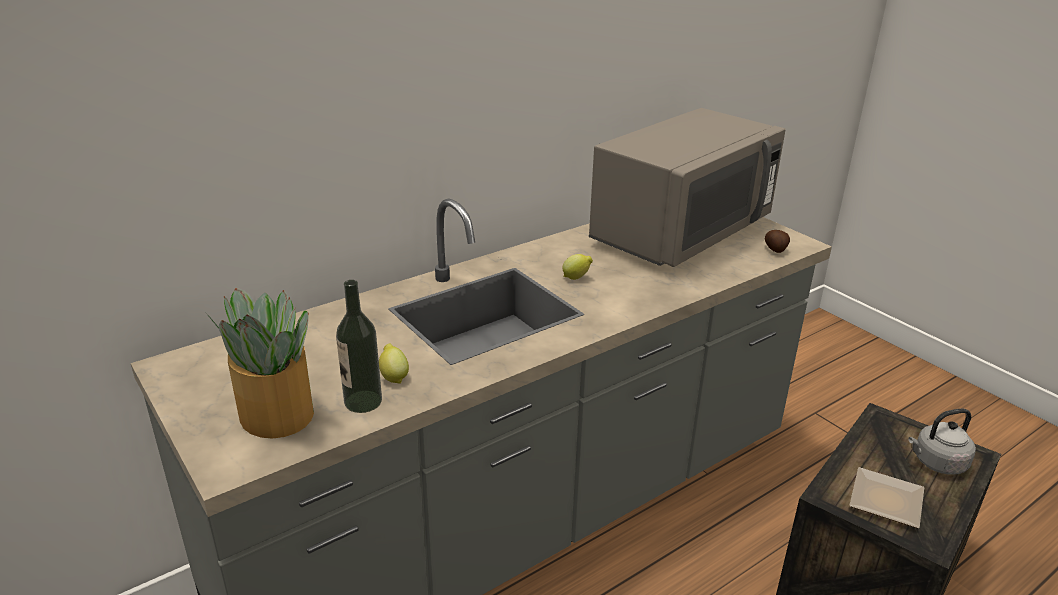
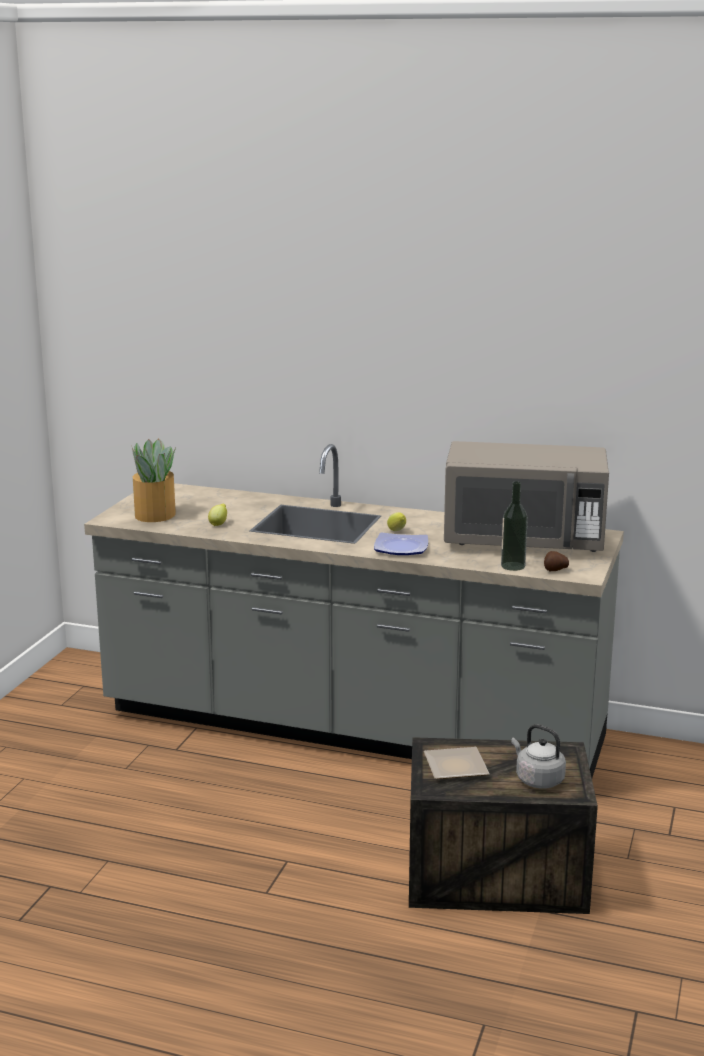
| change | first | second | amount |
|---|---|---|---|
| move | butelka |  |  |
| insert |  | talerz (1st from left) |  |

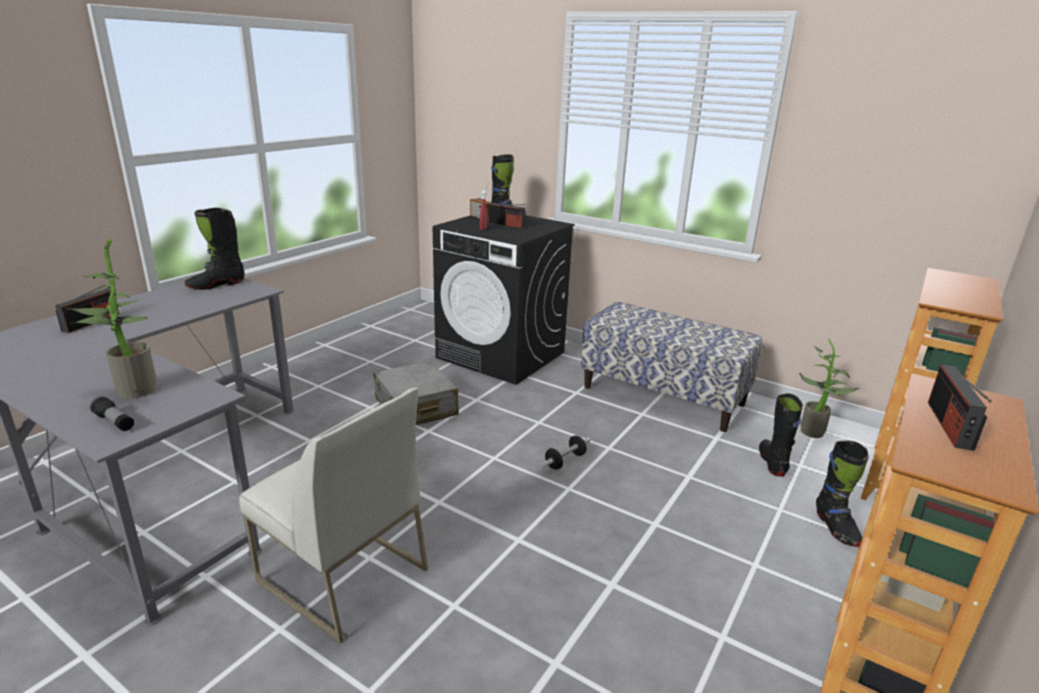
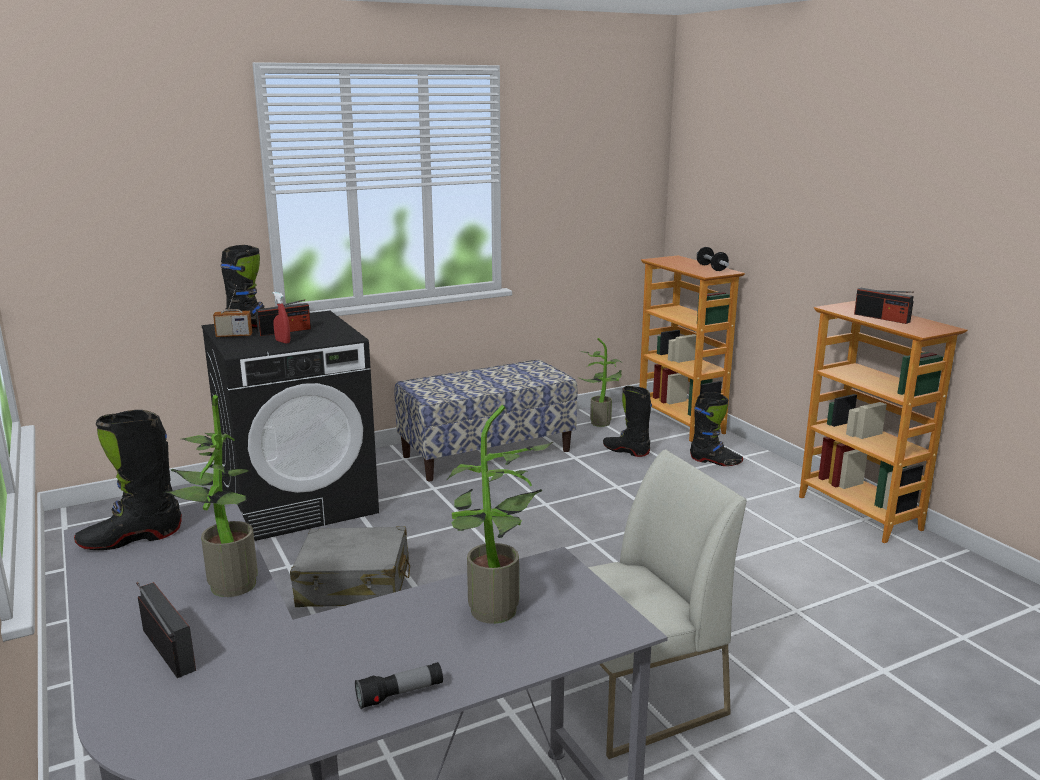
| change | first | second | amount |
|---|---|---|---|
| move | latarka |  |  |
| rotate | but z cholewką (czarny) (1st from left) |  | 75 degrees clockwise |
| move | hantel |  |  |
| insert |  | roślina doniczkowa (1st from left) |  |

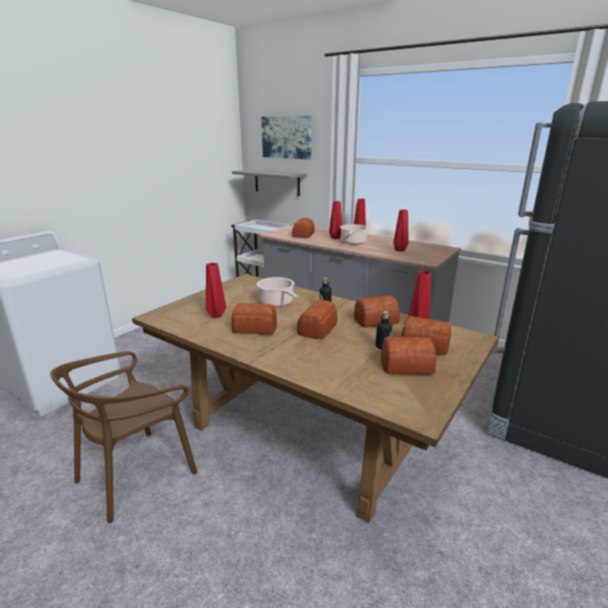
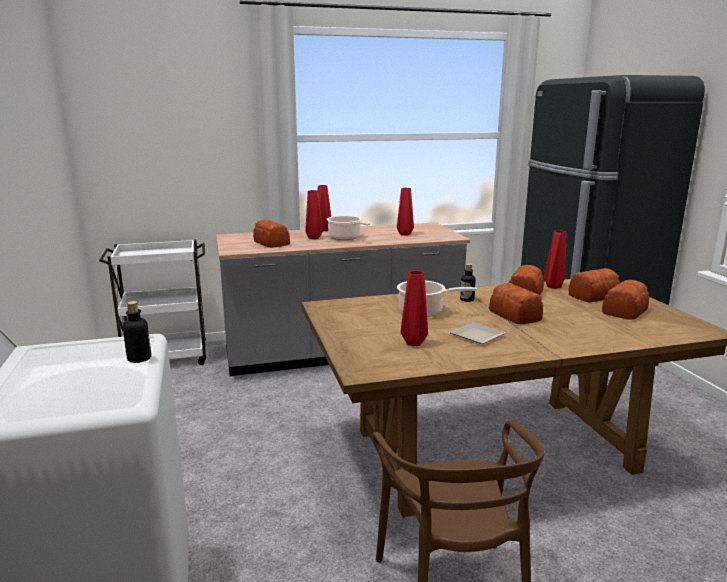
| change | first | second | amount |
|---|---|---|---|
| delete | półka (szary) |  |  |
| replace | chleb (1st from left) | talerz |  |
| delete | obraz |  |  |
| move | butelka (2nd from left in the first image) | butelka (1st from left) |  |

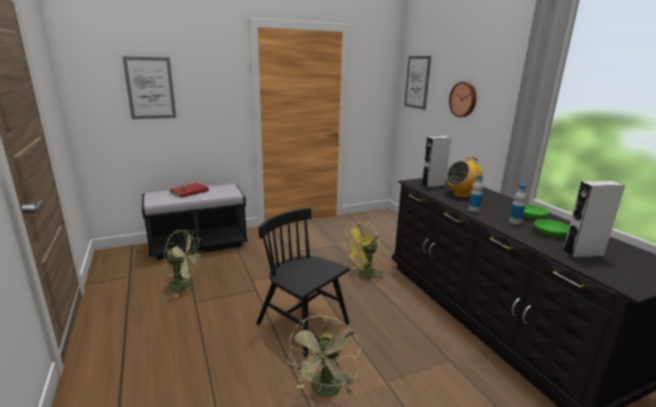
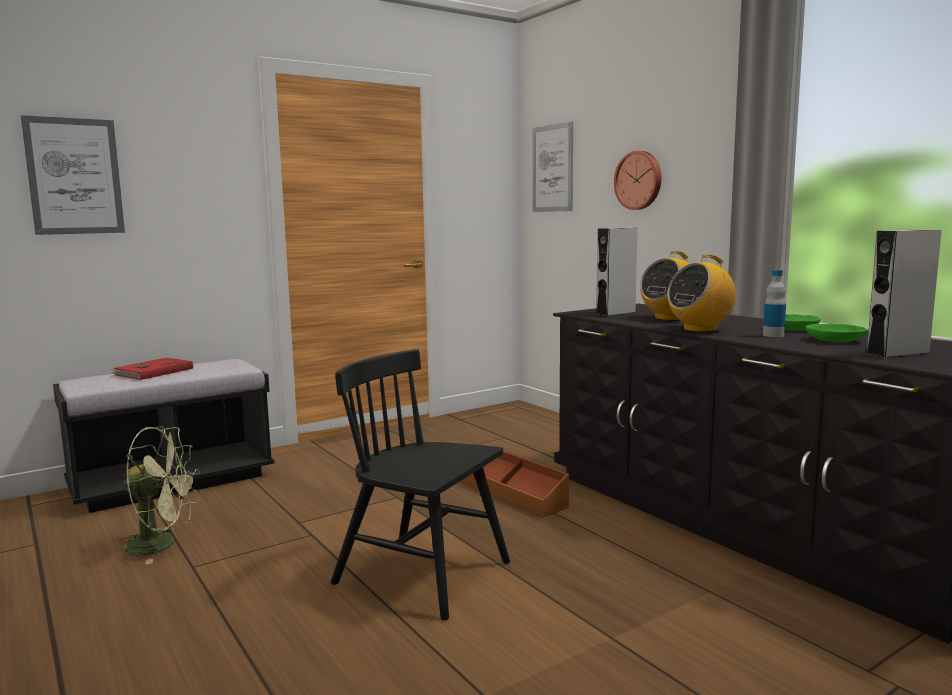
| change | first | second | amount |
|---|---|---|---|
| delete | wentylator (zielony) (2nd from left) |  |  |
| replace | wentylator (żółty) | pojemnik do przechowywania (brązowy) |  |
| replace | butelka (1st from left) | radio (2nd from left) |  |

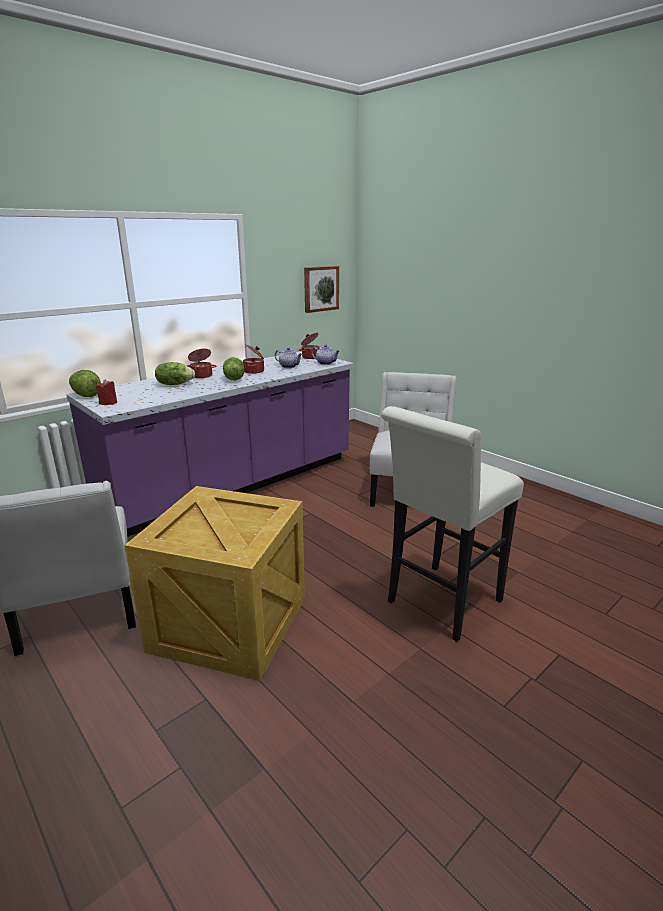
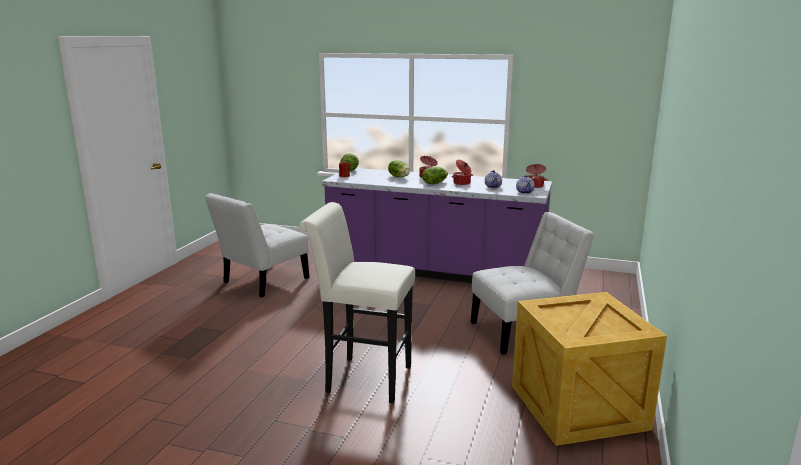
| change | first | second | amount |
|---|---|---|---|
| move | skrzynka |  |  |
| delete | obraz |  |  |

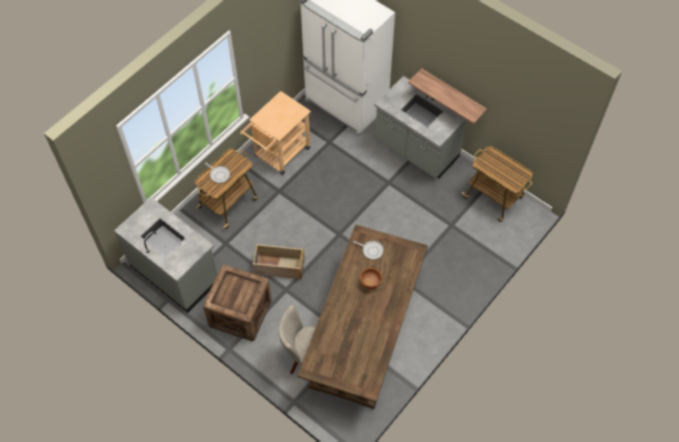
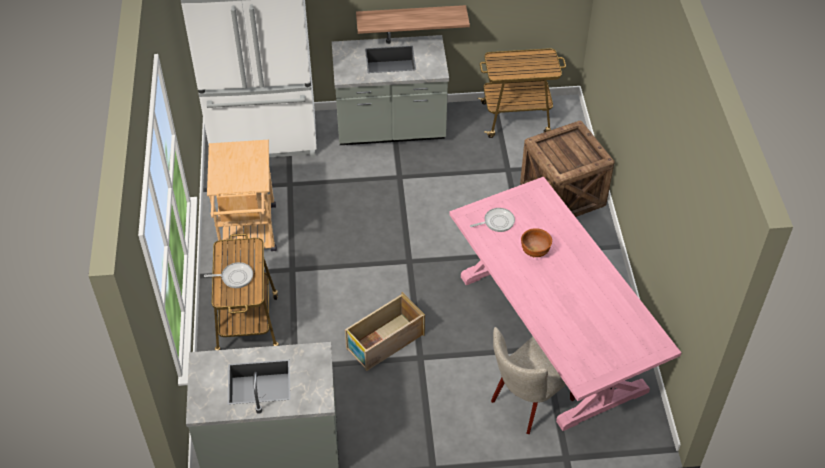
| change | first | second | amount |
|---|---|---|---|
| move | skrzynka (1st from left in the first image) | skrzynka (2nd from left) |  |
| recolor | stół jadalny (brązowy) | stół jadalny (różowy) |  |

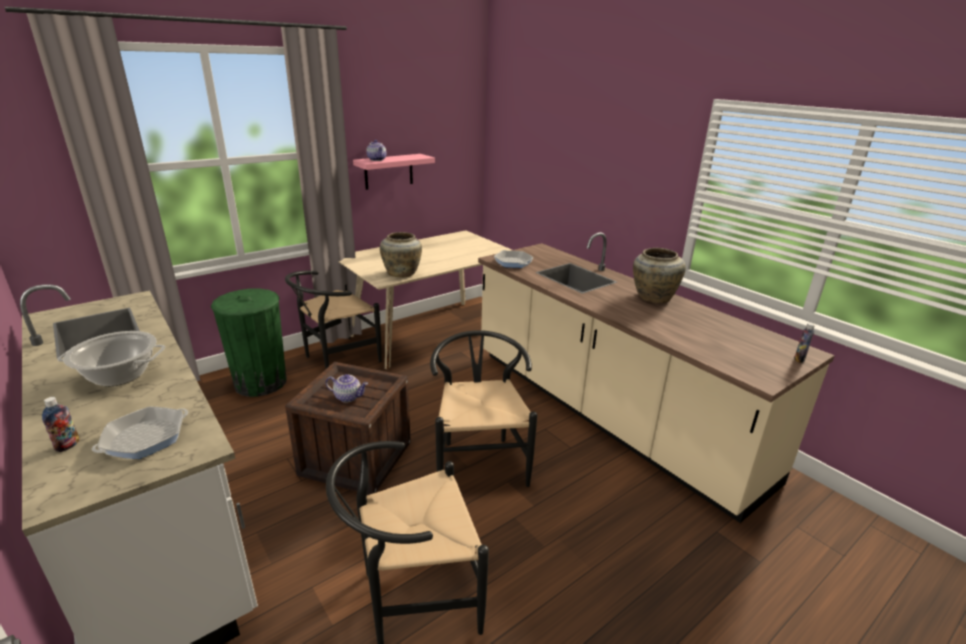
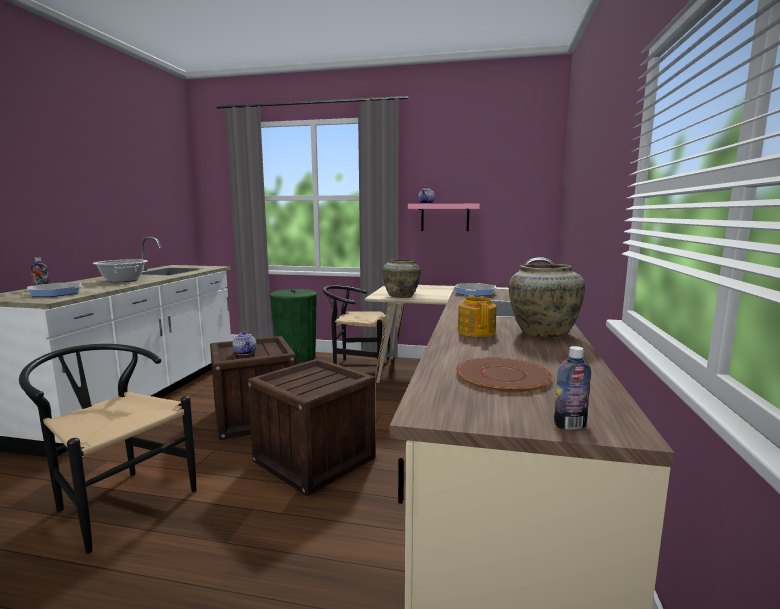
| change | first | second | amount |
|---|---|---|---|
| replace | krzesło (czarny) (3rd from left) | skrzynka (2nd from left) |  |
| insert |  | talerz (brązowy) |  |
| insert |  | imbryk (3rd from left) |  |

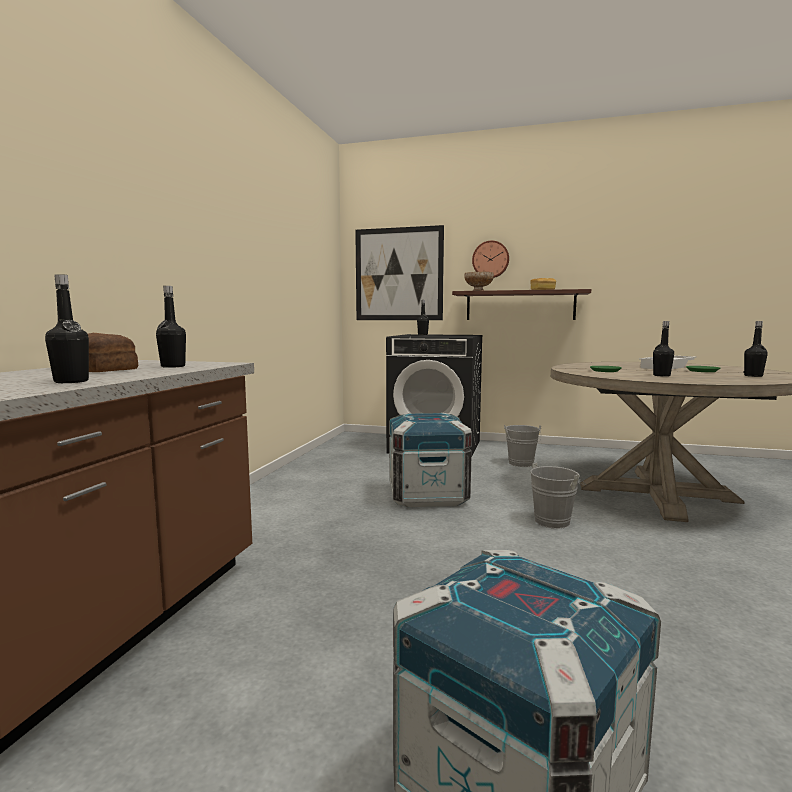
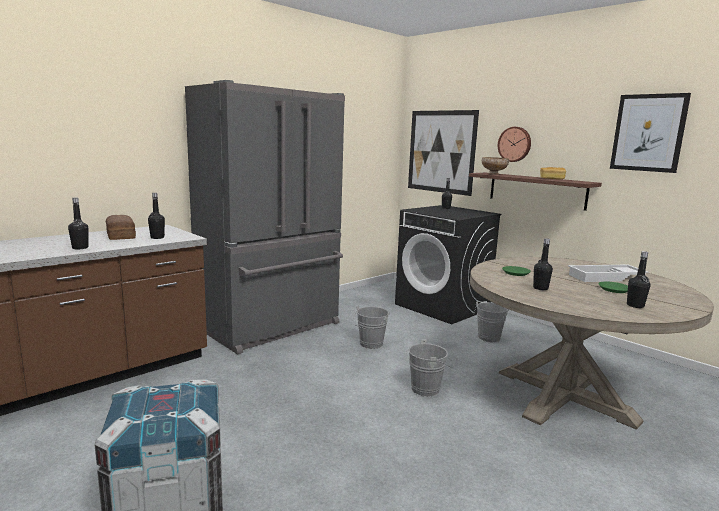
| change | first | second | amount |
|---|---|---|---|
| replace | skrzynka (1st from left) | wiadro (szary) (1st from left) |  |
| insert |  | lodówka (szary) |  |
| insert |  | obraz (2nd from left) |  |

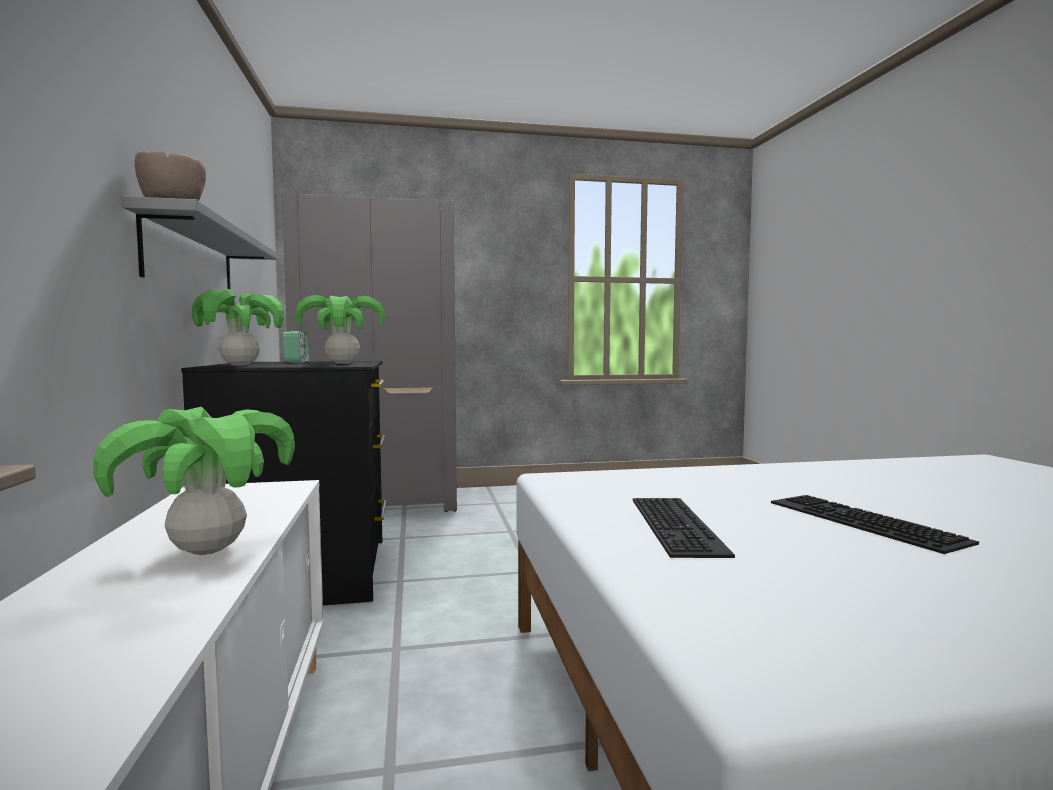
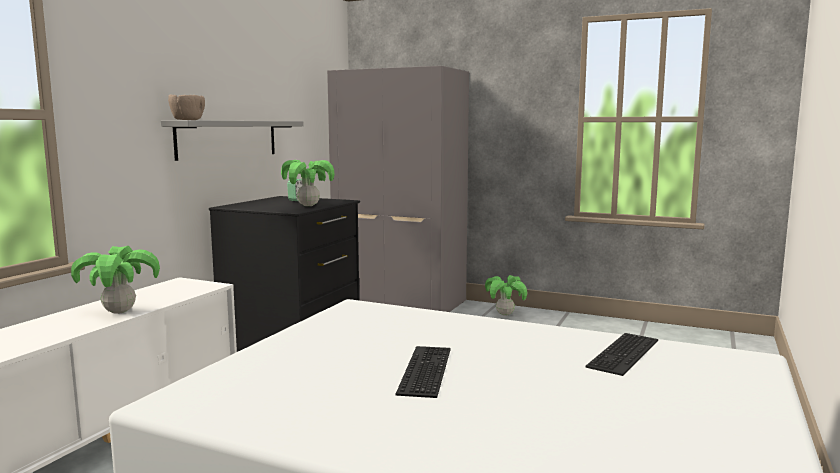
| change | first | second | amount |
|---|---|---|---|
| move | roślina doniczkowa (2nd from left in the first image) | roślina doniczkowa (3rd from left) |  |
| move | klawiatura (1st from left in the first image) | klawiatura (2nd from left) |  |

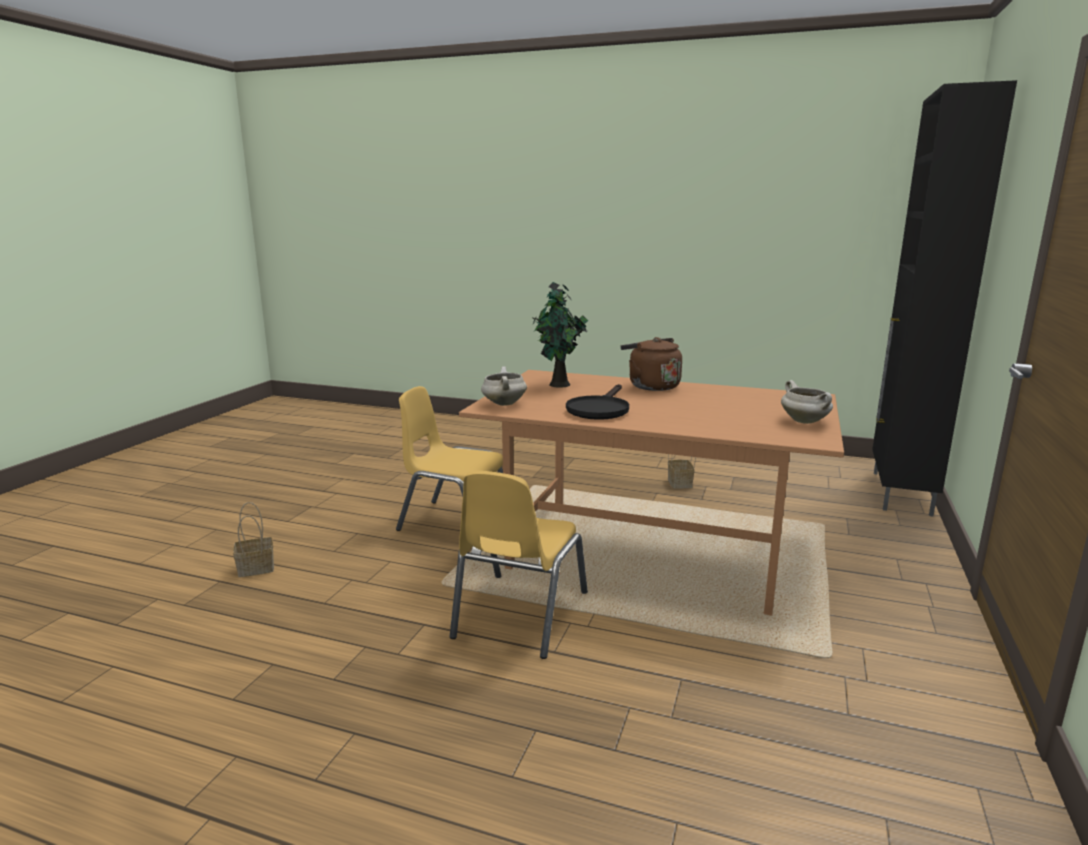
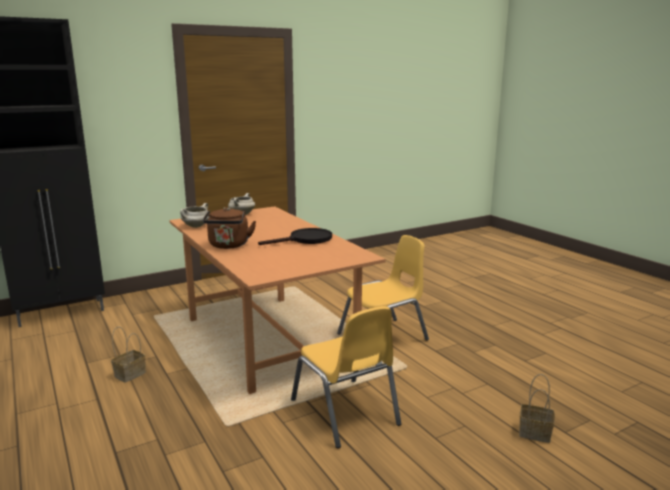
| change | first | second | amount |
|---|---|---|---|
| move | garnek (biały) (1st from left) |  |  |
| delete | roślina doniczkowa |  |  |

